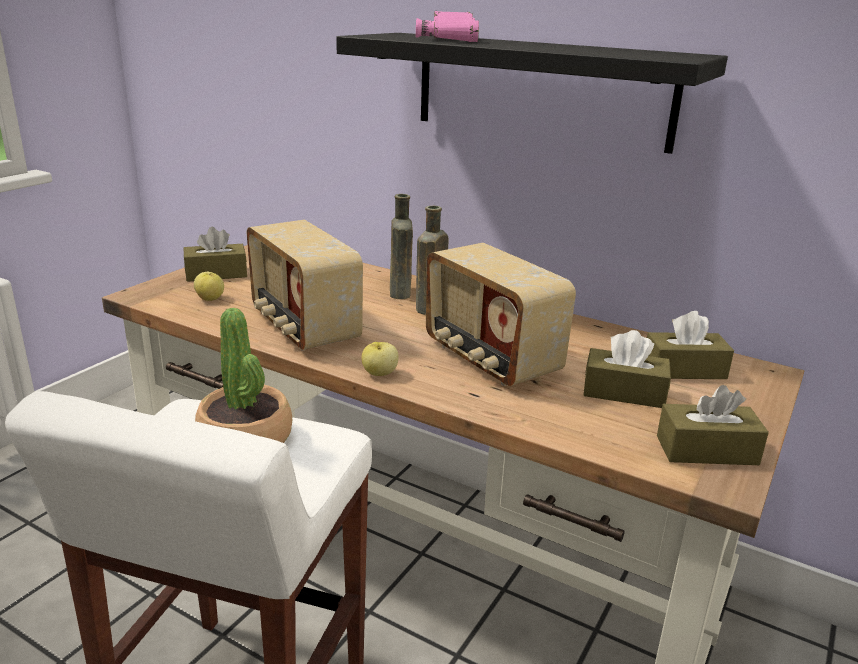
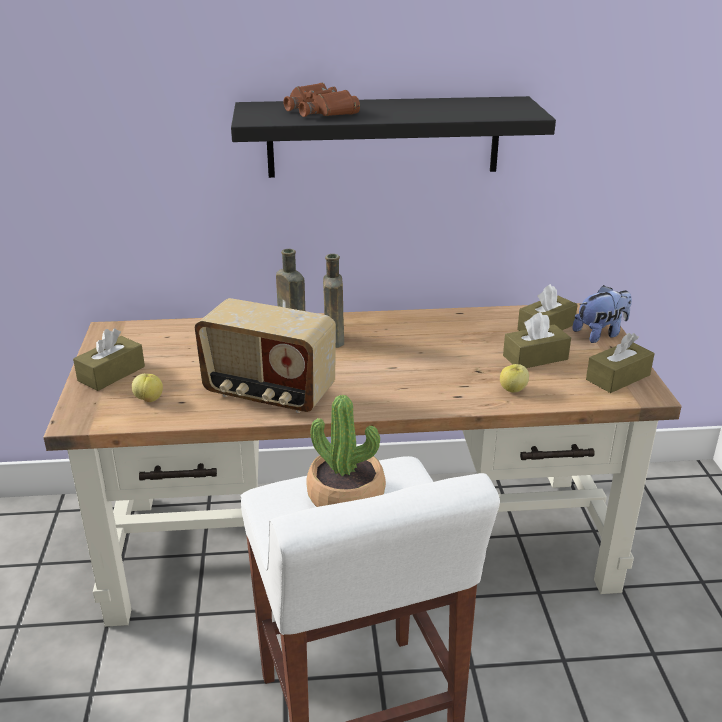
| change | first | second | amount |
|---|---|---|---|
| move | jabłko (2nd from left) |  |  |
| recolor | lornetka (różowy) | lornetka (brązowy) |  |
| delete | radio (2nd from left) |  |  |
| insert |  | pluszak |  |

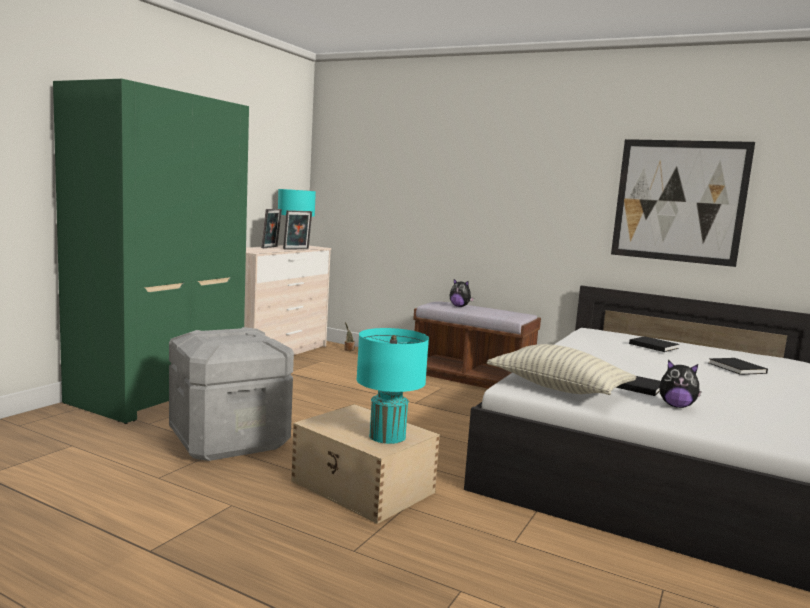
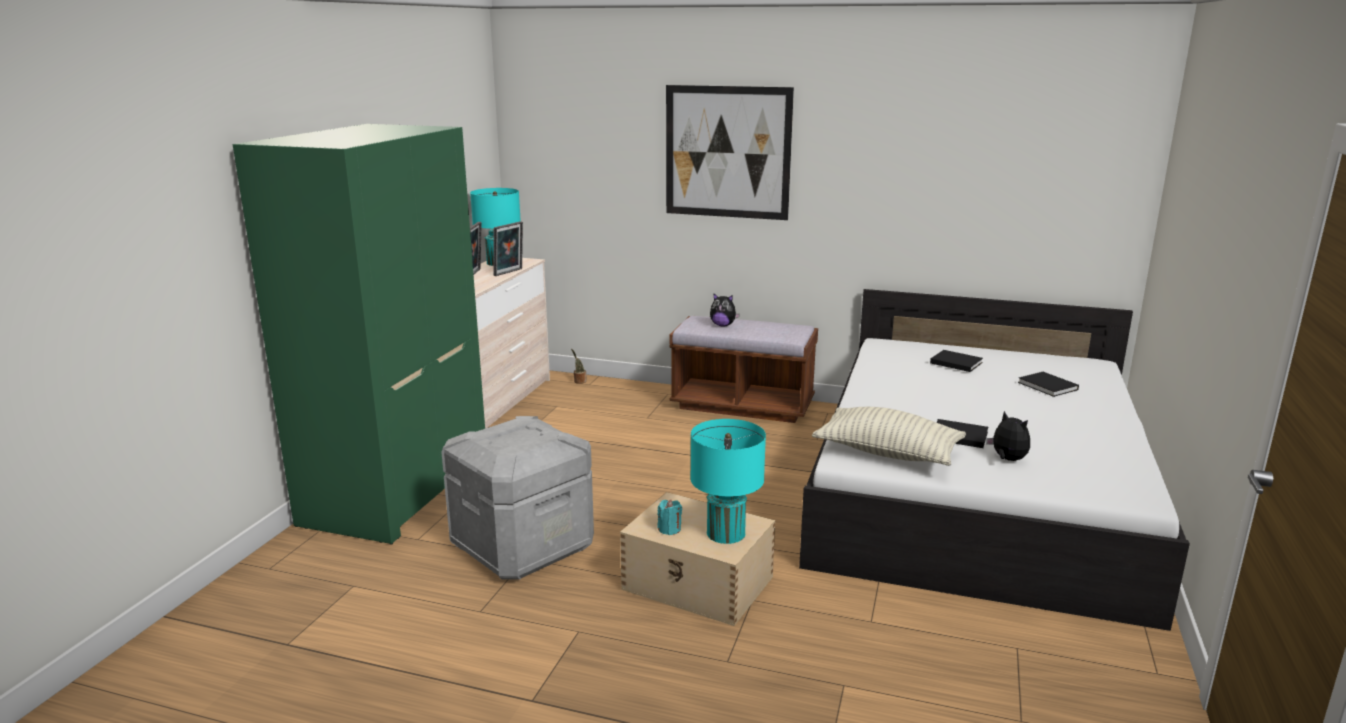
| change | first | second | amount |
|---|---|---|---|
| move | obraz |  |  |
| rotate | pluszak (2nd from left) |  | 135 degrees counterclockwise |
| insert |  | świeca (turkusowy) |  |

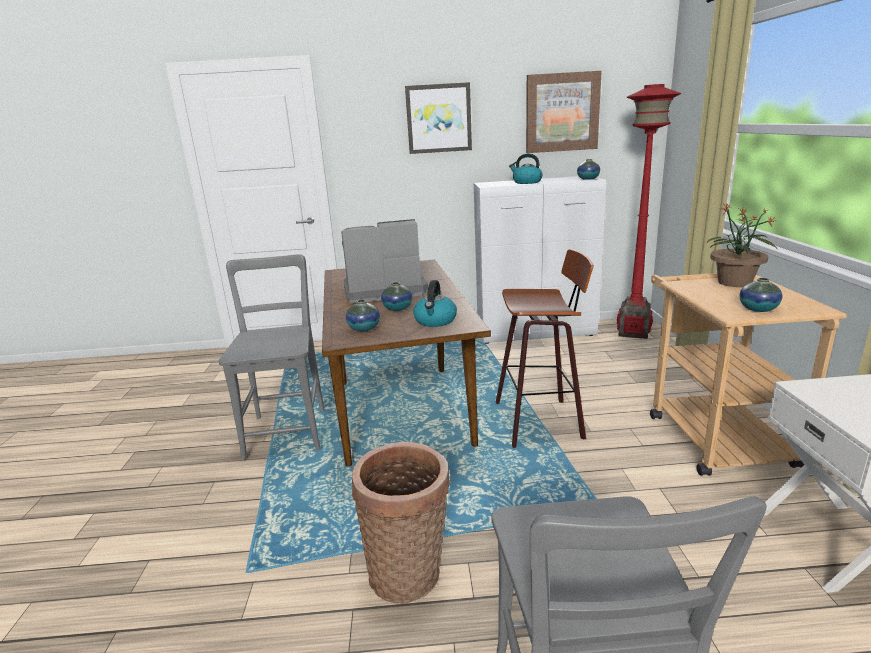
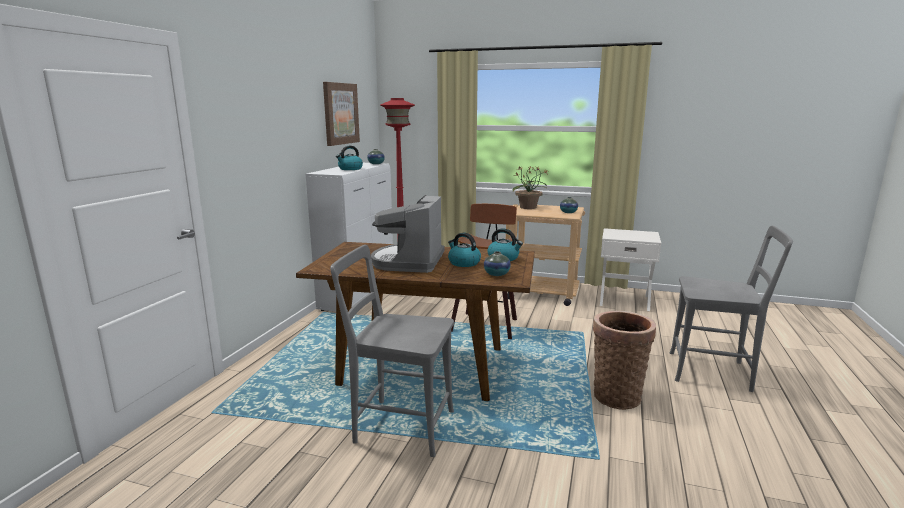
| change | first | second | amount |
|---|---|---|---|
| replace | wazon (2nd from left) | czajnik (2nd from left) |  |
| delete | obraz (1st from left) |  |  |

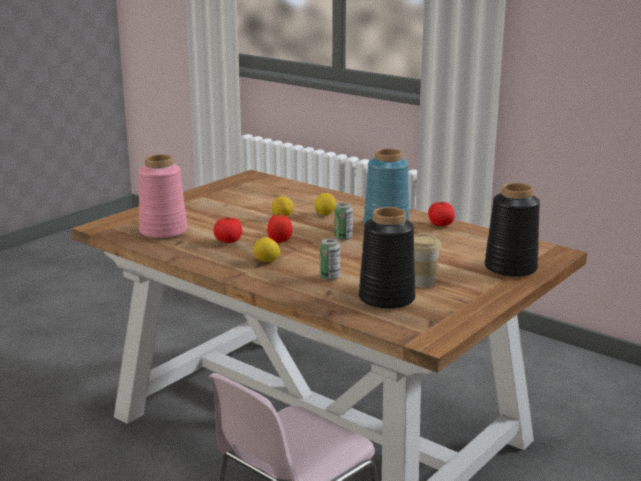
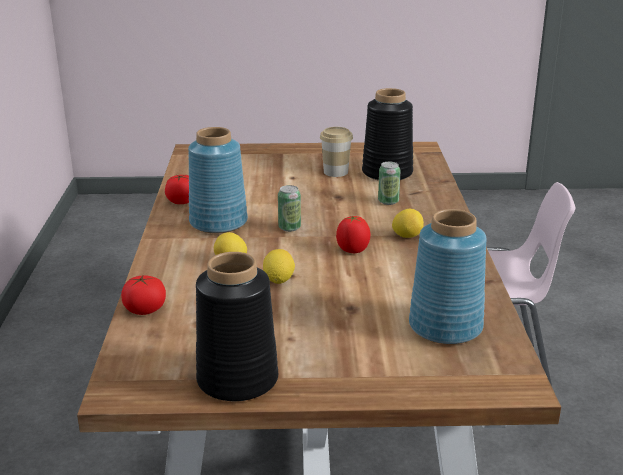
| change | first | second | amount |
|---|---|---|---|
| recolor | wazon (różowy) | wazon (niebieski) (2nd from left) |  |
| move | pomidor (1st from left) |  |  |
| move | wazon (czarny) (2nd from left in the first image) | wazon (czarny) (1st from left) |  |

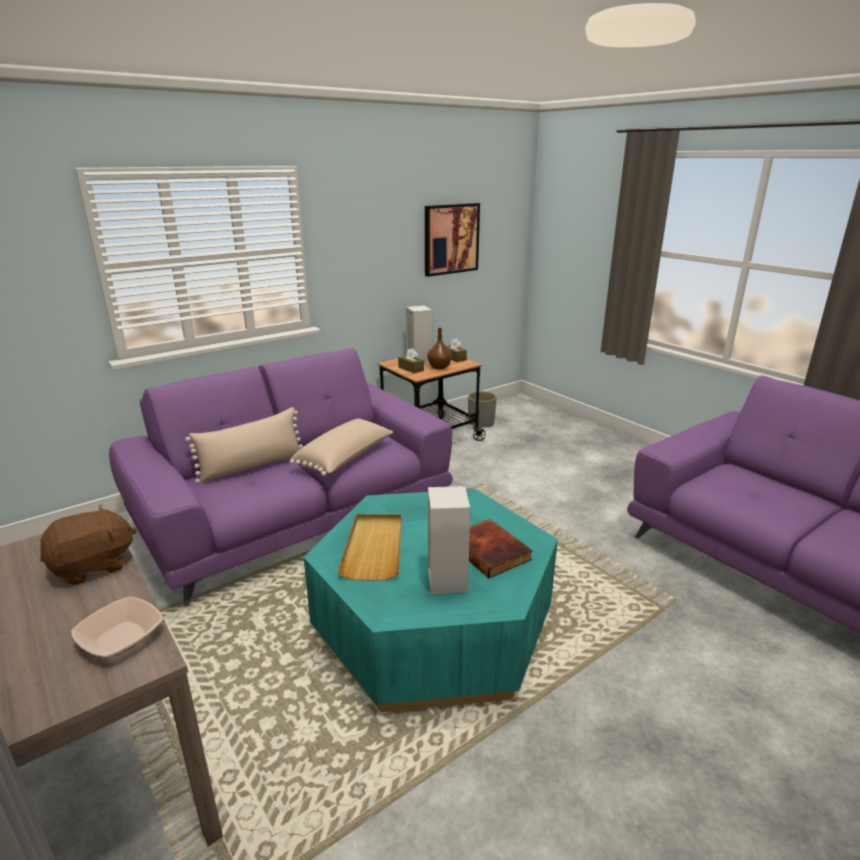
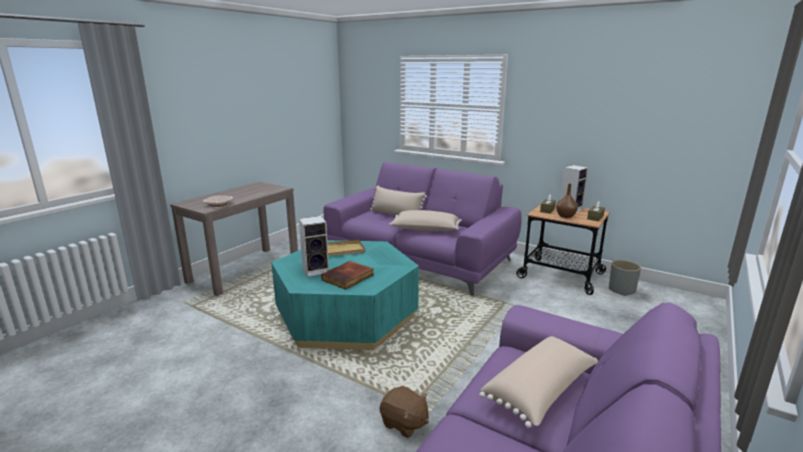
| change | first | second | amount |
|---|---|---|---|
| move | pluszak (brązowy) |  |  |
| delete | obraz |  |  |
| insert |  | poduszka (beżowy) (3rd from left) |  |

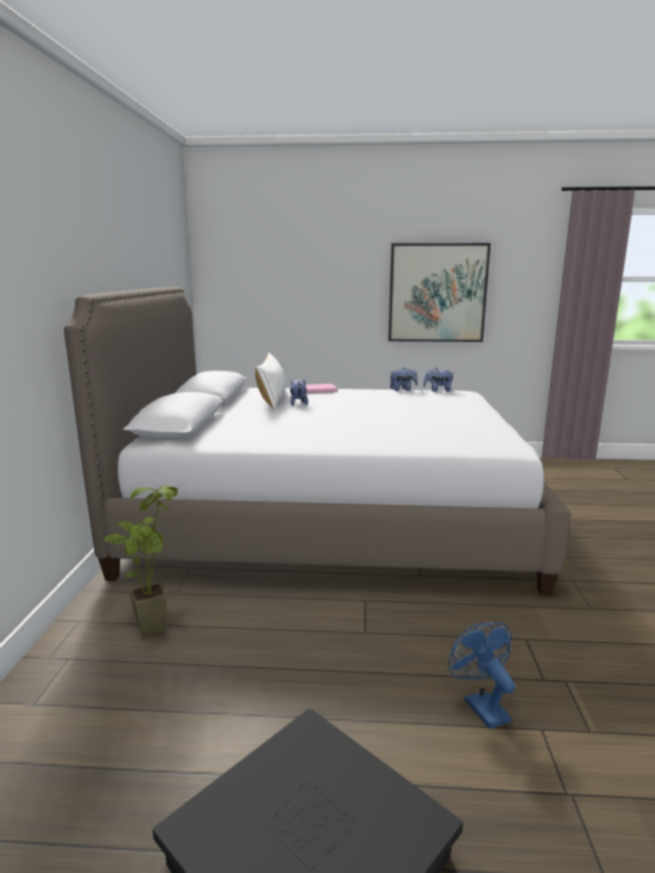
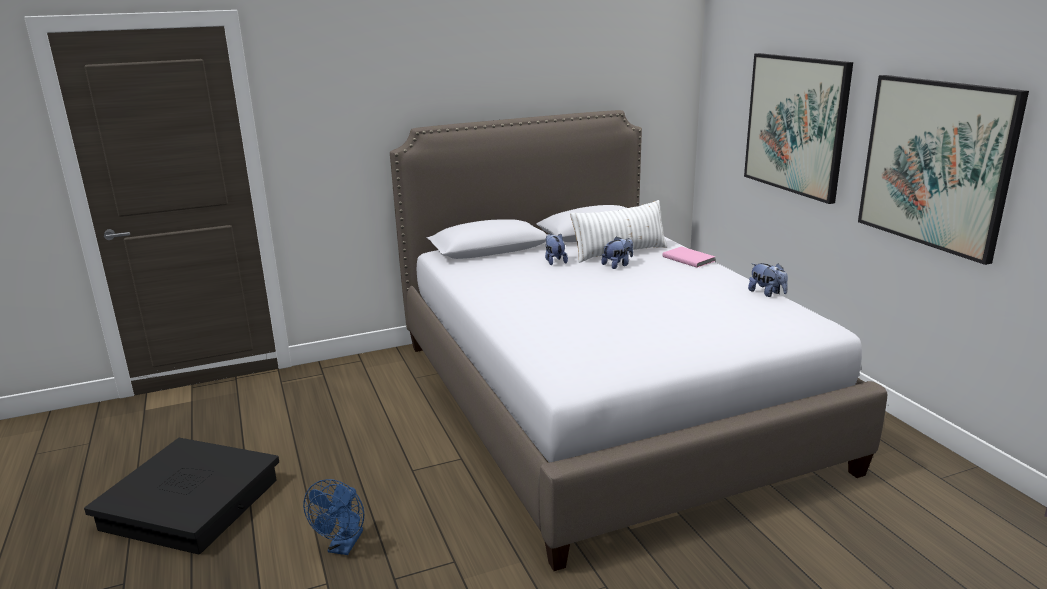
| change | first | second | amount |
|---|---|---|---|
| delete | roślina doniczkowa |  |  |
| move | pluszak (3rd from left in the first image) | pluszak (1st from left) |  |
| rotate | wentylator (niebieski) |  | 150 degrees clockwise |
| insert |  | obraz (1st from left) |  |

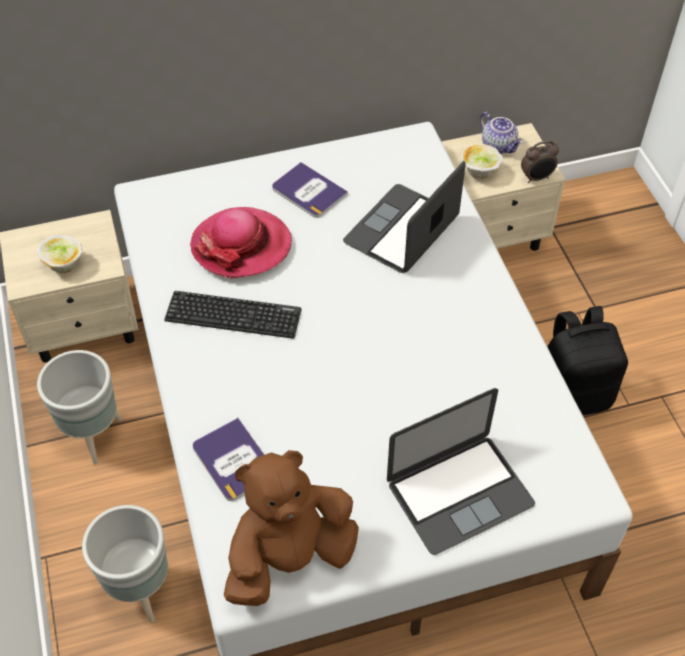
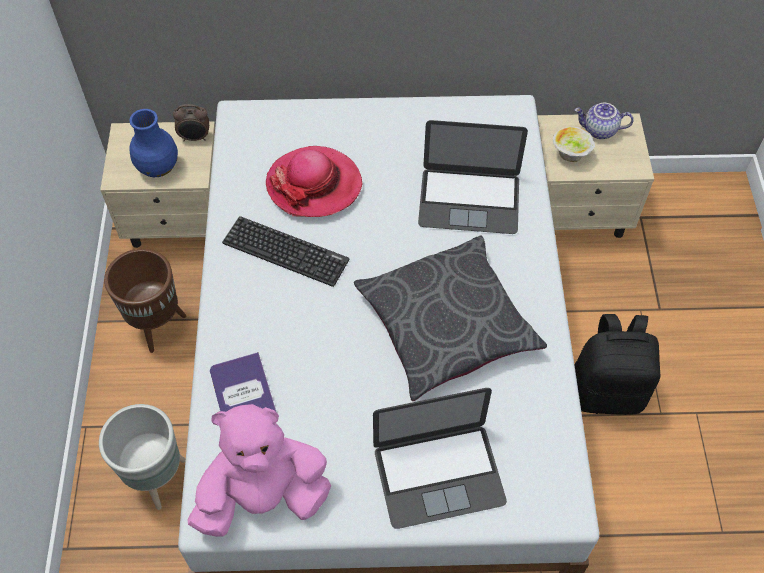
| change | first | second | amount |
|---|---|---|---|
| replace | miska (1st from left) | wazon (niebieski) |  |
| recolor | donica (szary) (1st from left) | donica (brązowy) |  |
| recolor | pluszak (brązowy) | pluszak (różowy) |  |
| delete | książka (2nd from left) |  |  |
| rotate | laptop (1st from left in the first image) | laptop (2nd from left) | 135 degrees counterclockwise |
| rotate | imbryk |  | 120 degrees clockwise |
| move | budzik |  |  |
| insert |  | poduszka (szary) |  |

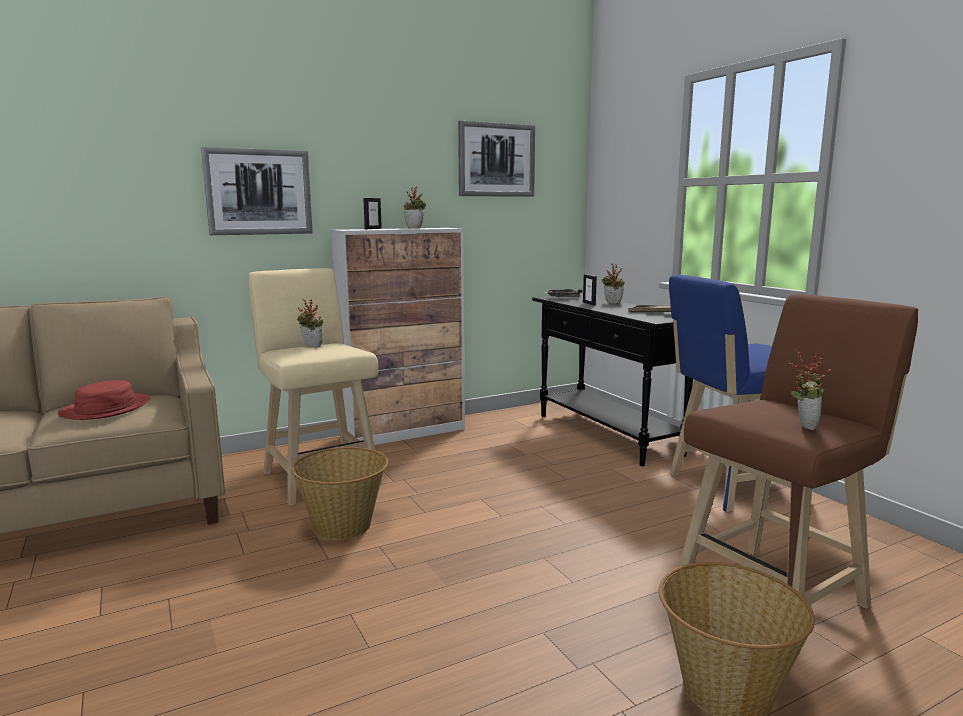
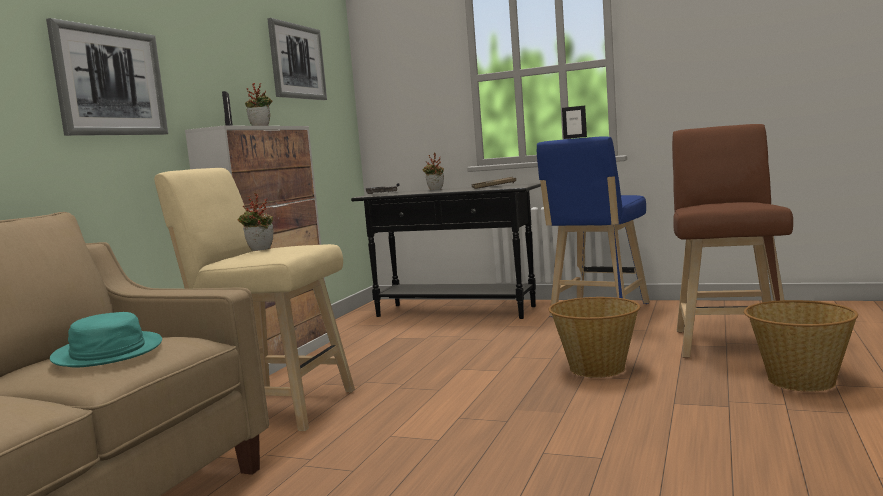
| change | first | second | amount |
|---|---|---|---|
| recolor | kapelusz (czerwony) | kapelusz (turkusowy) |  |
| move | koszyk (1st from left) |  |  |
| move | ramka na zdjęcie (2nd from left) |  |  |
| delete | roślina doniczkowa (4th from left) |  |  |

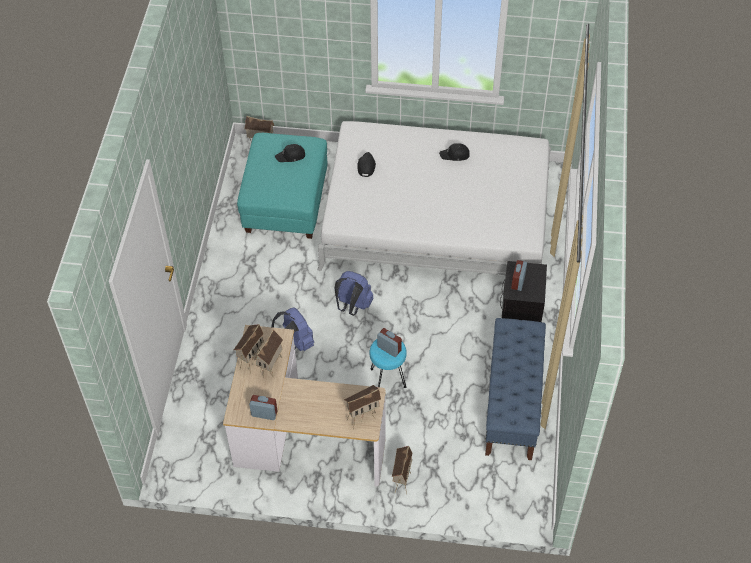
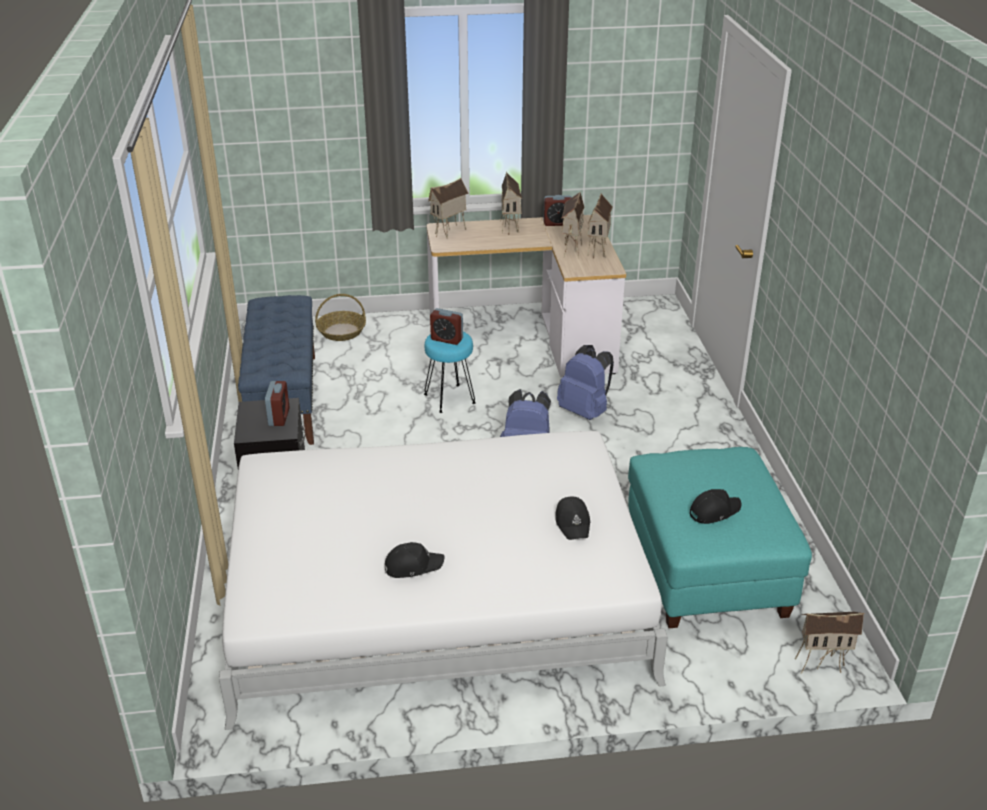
| change | first | second | amount |
|---|---|---|---|
| move | domek (5th from left in the first image) | domek (2nd from left) |  |
| insert |  | koszyk |  |

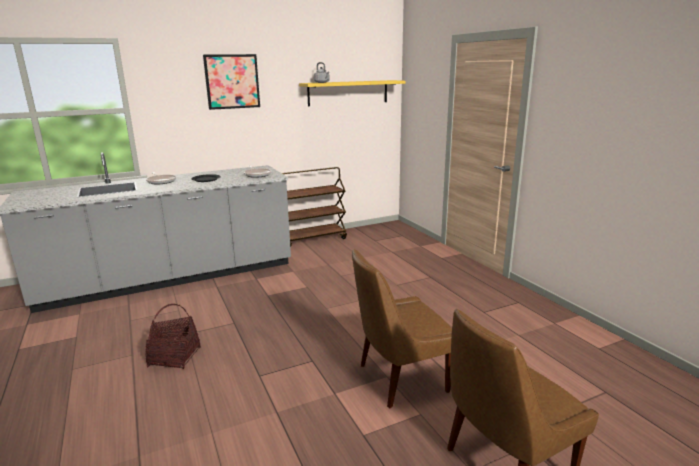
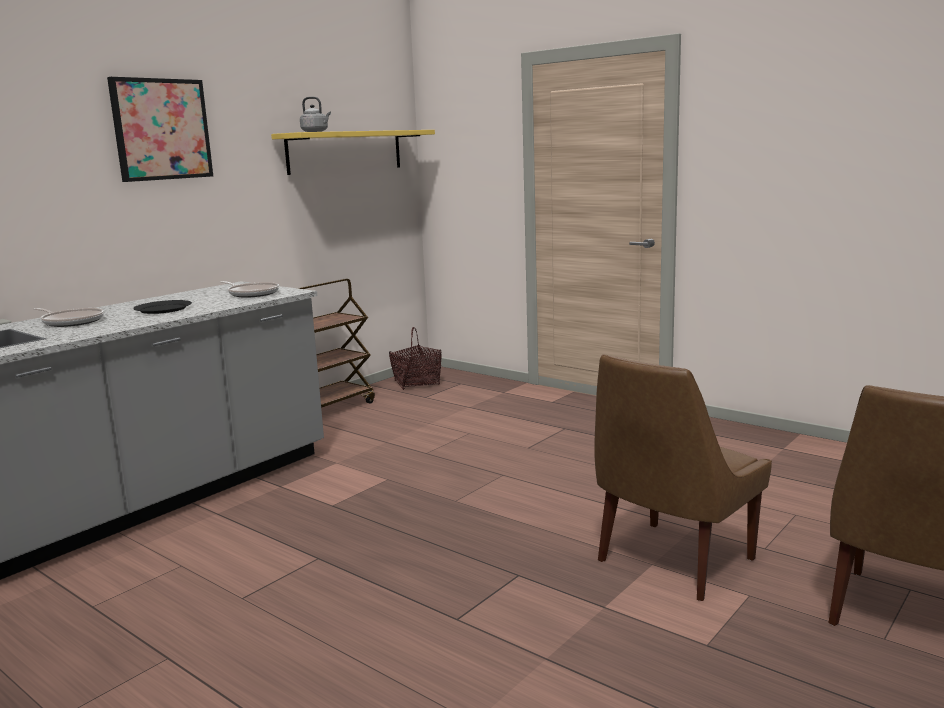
| change | first | second | amount |
|---|---|---|---|
| move | koszyk |  |  |

